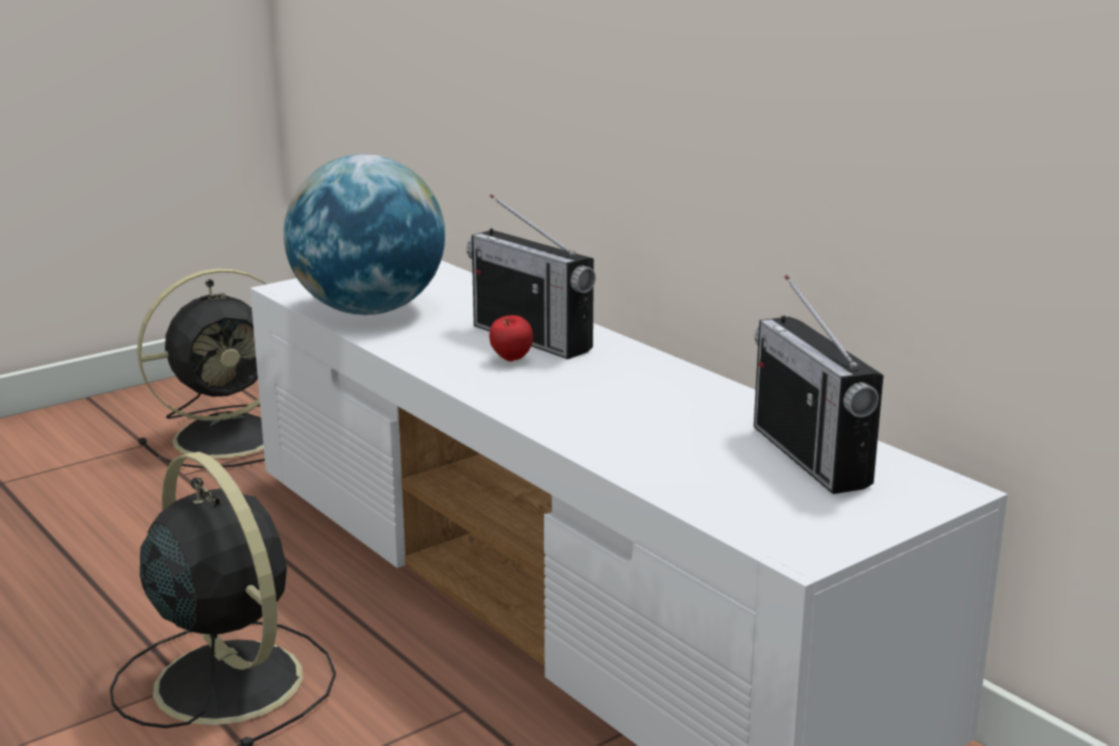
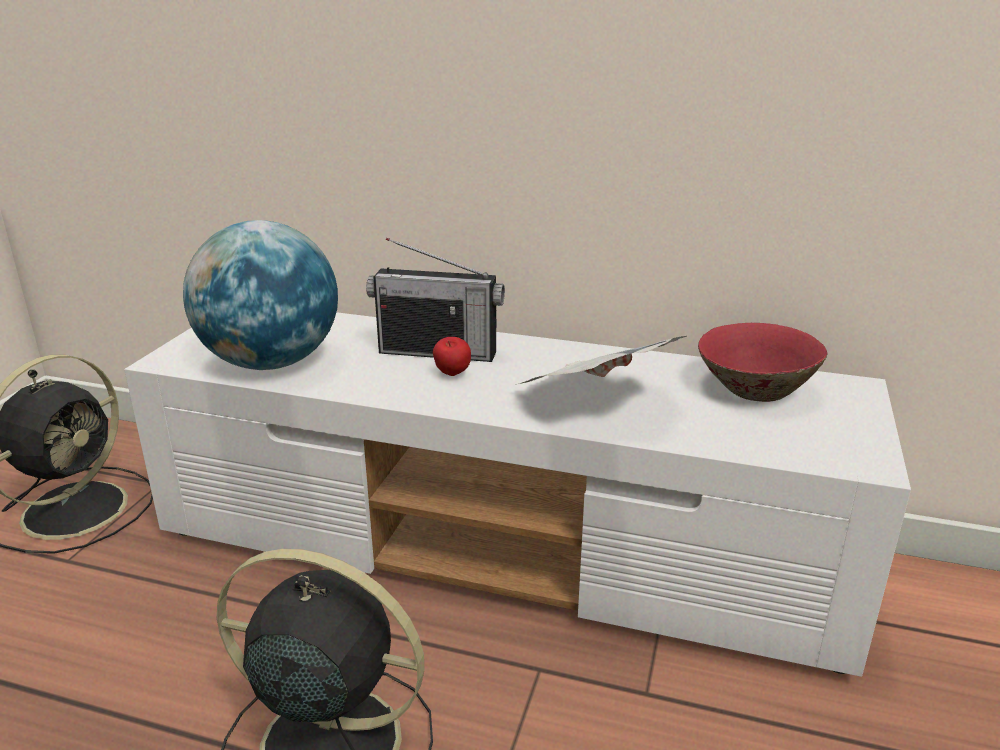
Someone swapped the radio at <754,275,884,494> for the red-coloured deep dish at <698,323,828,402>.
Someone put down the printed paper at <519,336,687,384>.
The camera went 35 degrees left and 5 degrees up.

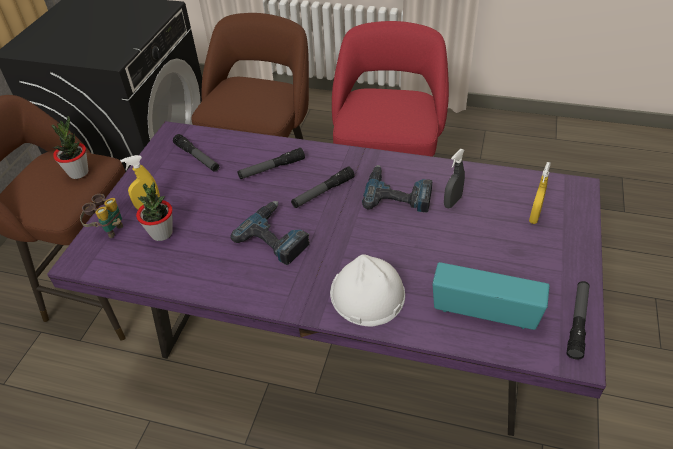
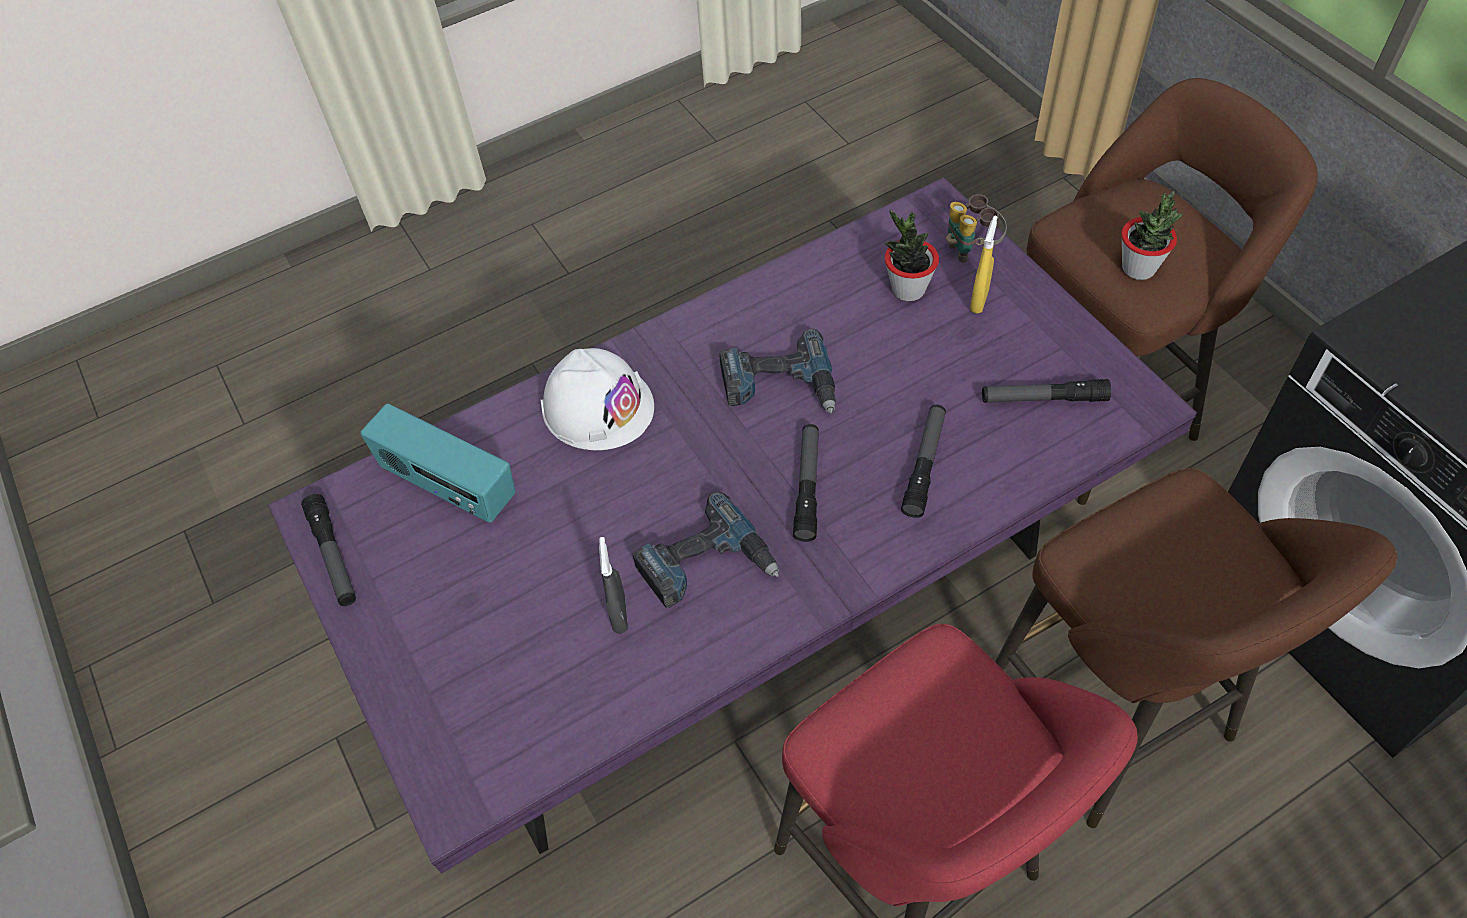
Someone rotated the radio at <432,262,550,330> by 60 degrees clockwise.
Someone took away the yellowish hand sprayer at <529,162,551,224>.
The camera went 135 degrees right and 10 degrees up.

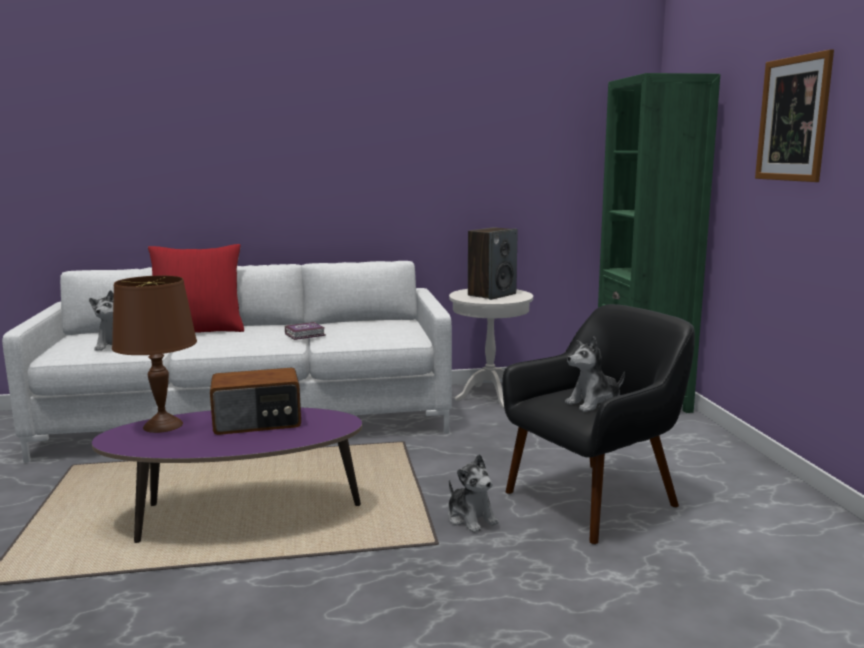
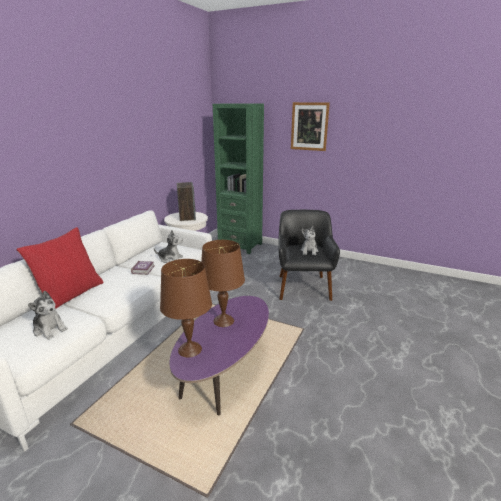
Someone swapped the radio at <210,368,301,435> for the brownish table lamp at <201,240,245,327>.
Someone carried the plush toy from <448,454,499,533> to <154,230,183,263>.
The camera went 55 degrees left and 10 degrees up.

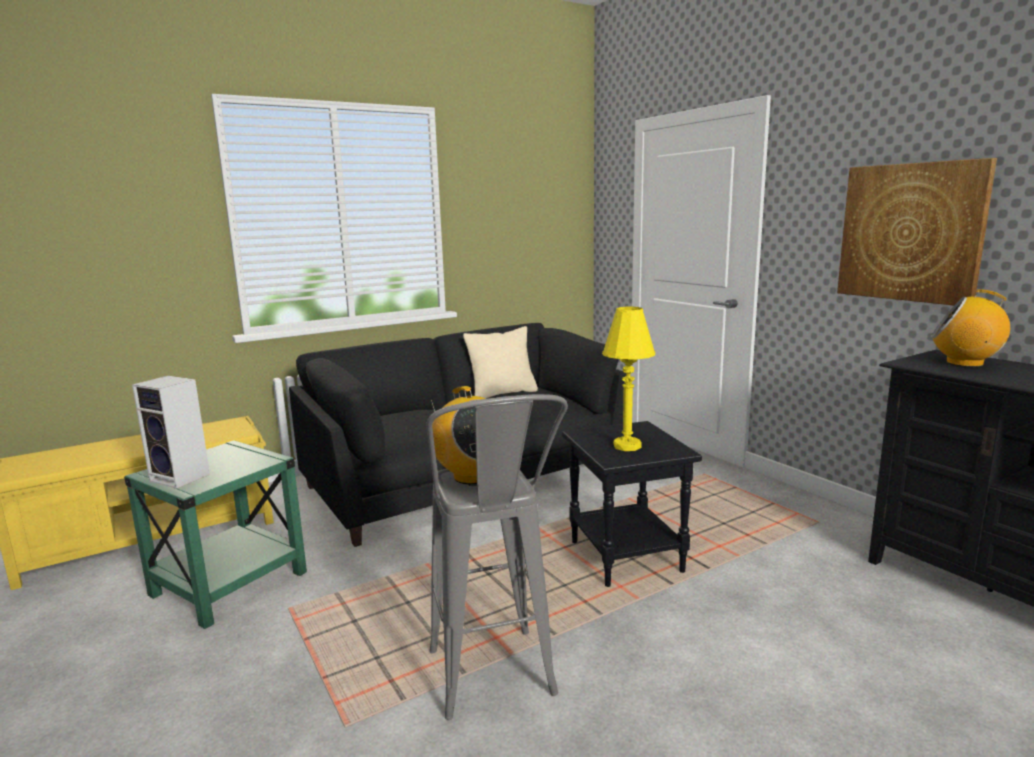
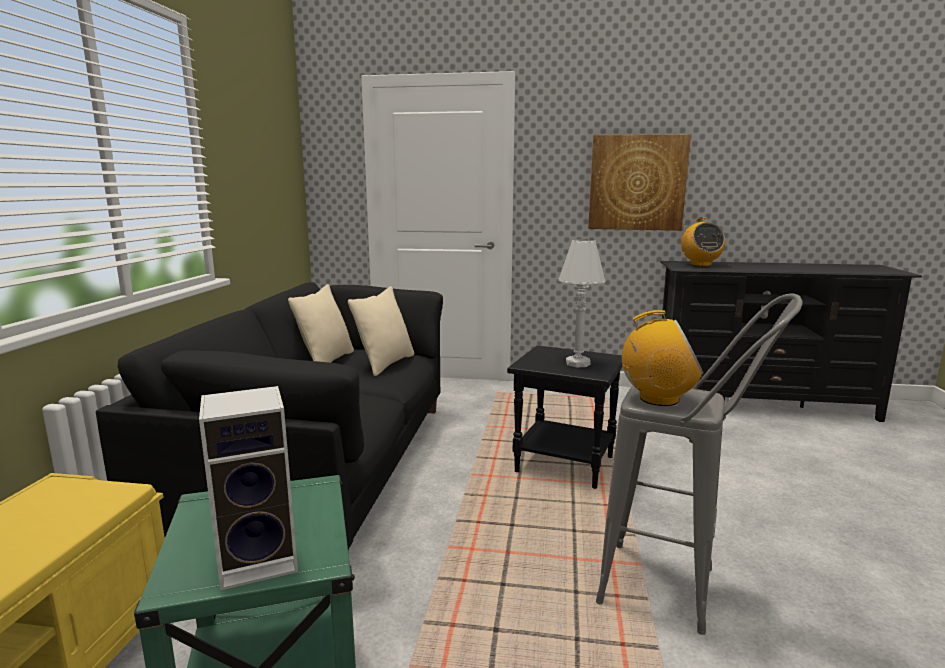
Someone repainted the yellowish table lamp at <602,307,655,451>, which became the whitish table lamp at <558,239,606,367>.
Someone rotated the radio at <931,290,1014,367> by 75 degrees counterclockwise.
Someone put down the beige-coloured throw pillow at <348,286,414,376>.
The camera went 50 degrees left and 0 degrees up.

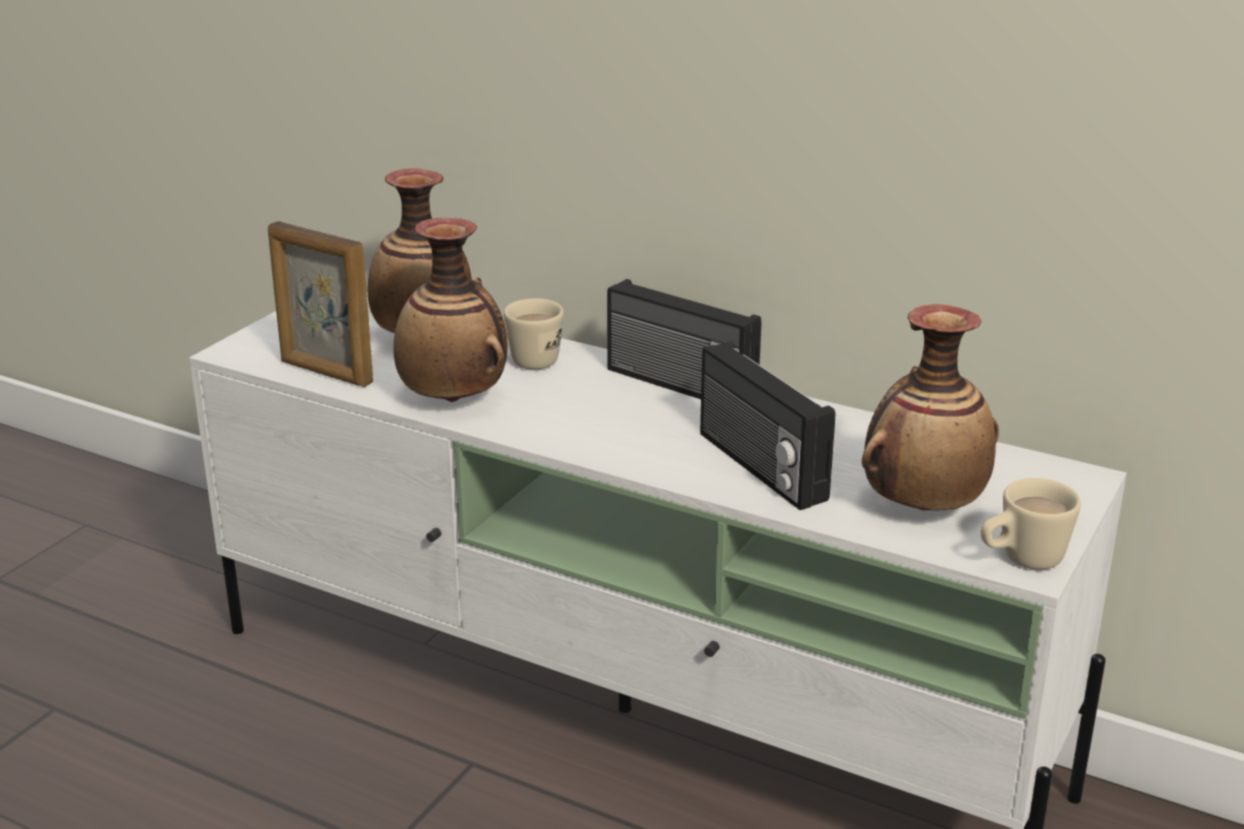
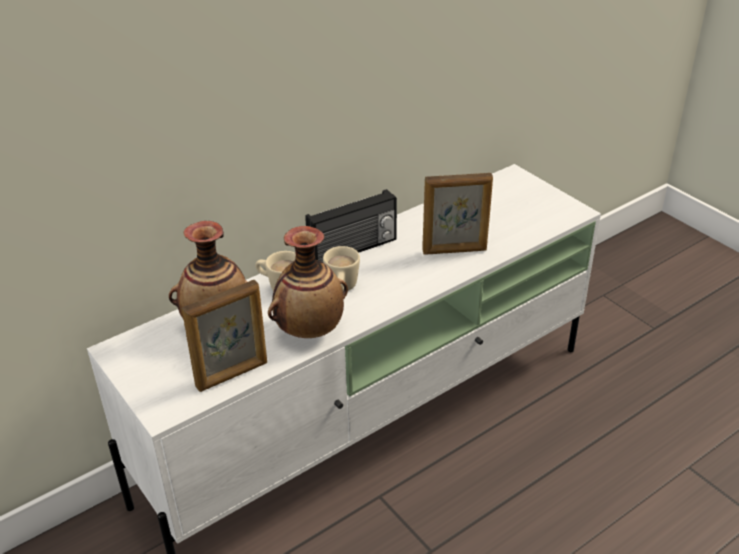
Someone swapped the radio at <700,341,835,510> for the standing frame at <422,173,493,255>.
Someone took away the decorative vase at <862,304,999,510>.
Someone carried the beige-coloured coffee mug from <981,478,1081,570> to <323,246,360,291>.
The camera went 65 degrees left and 10 degrees up.

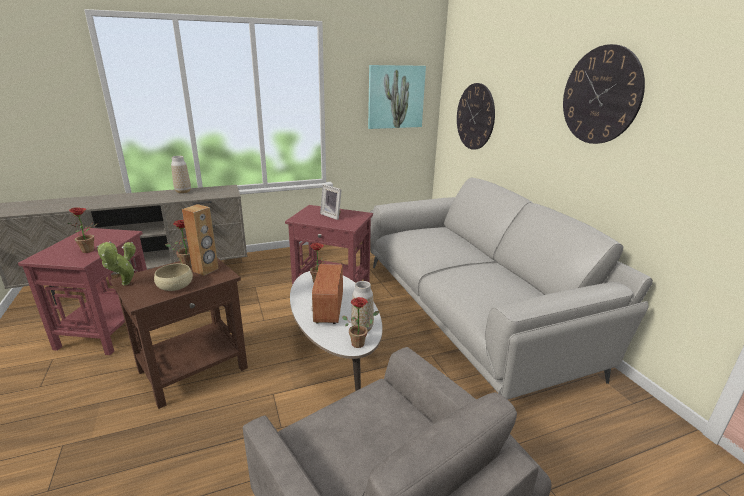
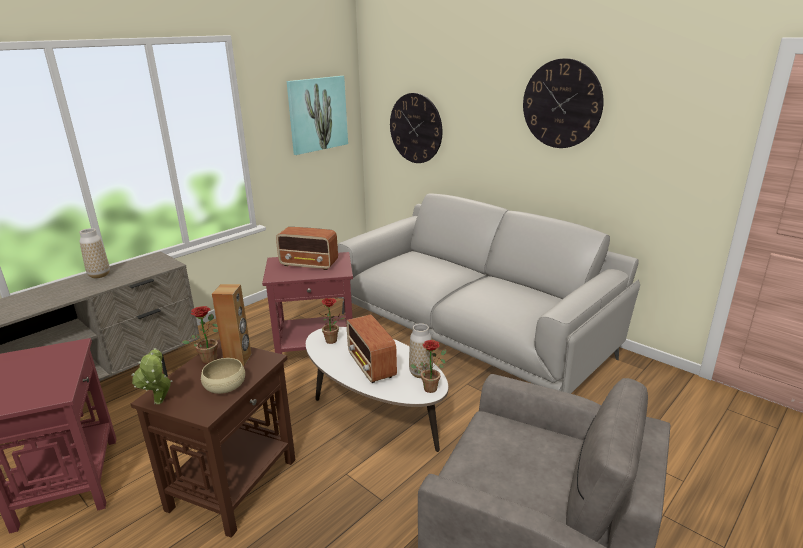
Someone took away the houseplant at <68,207,98,253>.
Someone swapped the standing frame at <320,184,342,220> for the radio at <276,227,338,270>.
The camera went 25 degrees left and 0 degrees up.

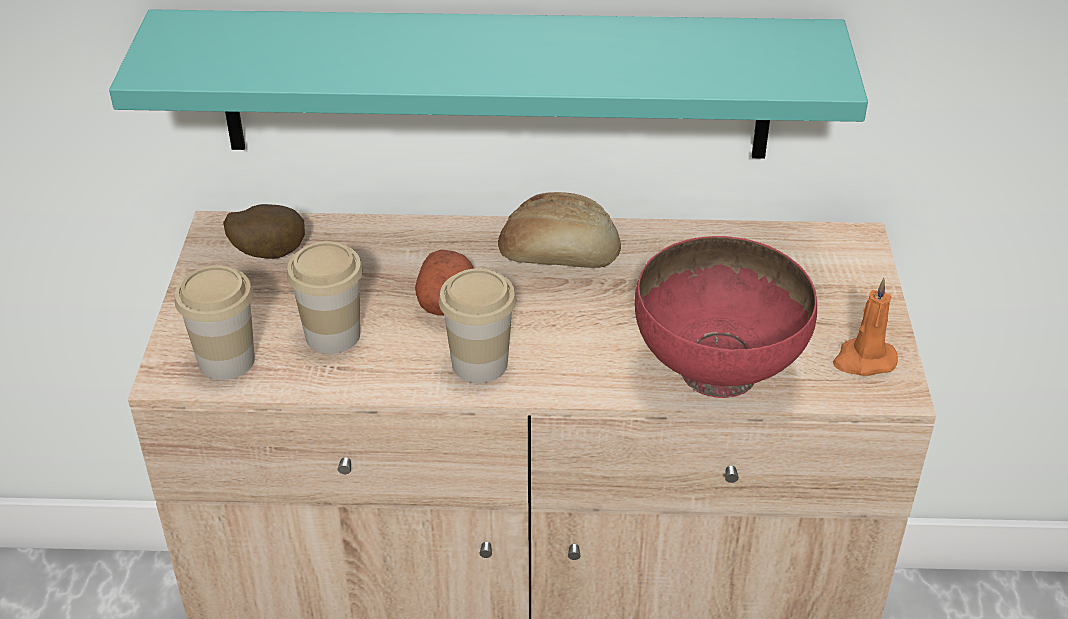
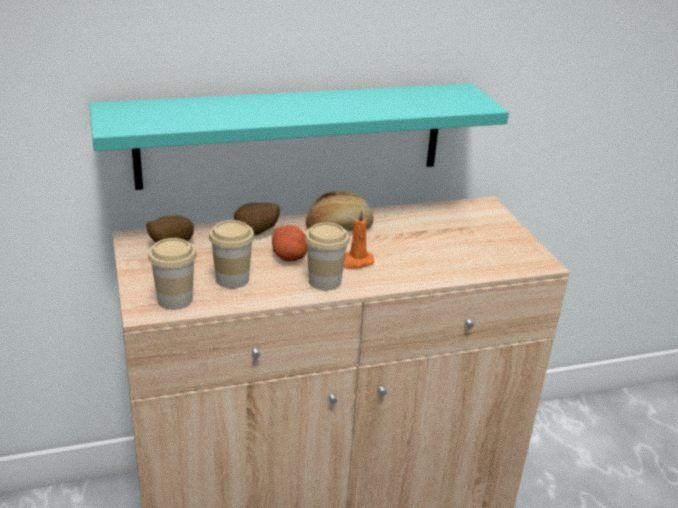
Someone took away the red-coloured deep dish at <635,236,817,398>.
Someone carried the orangey wax light from <833,278,898,376> to <343,209,374,269>.
Someone put down the potato at <234,203,280,235>.
The camera went 20 degrees left and 10 degrees down.

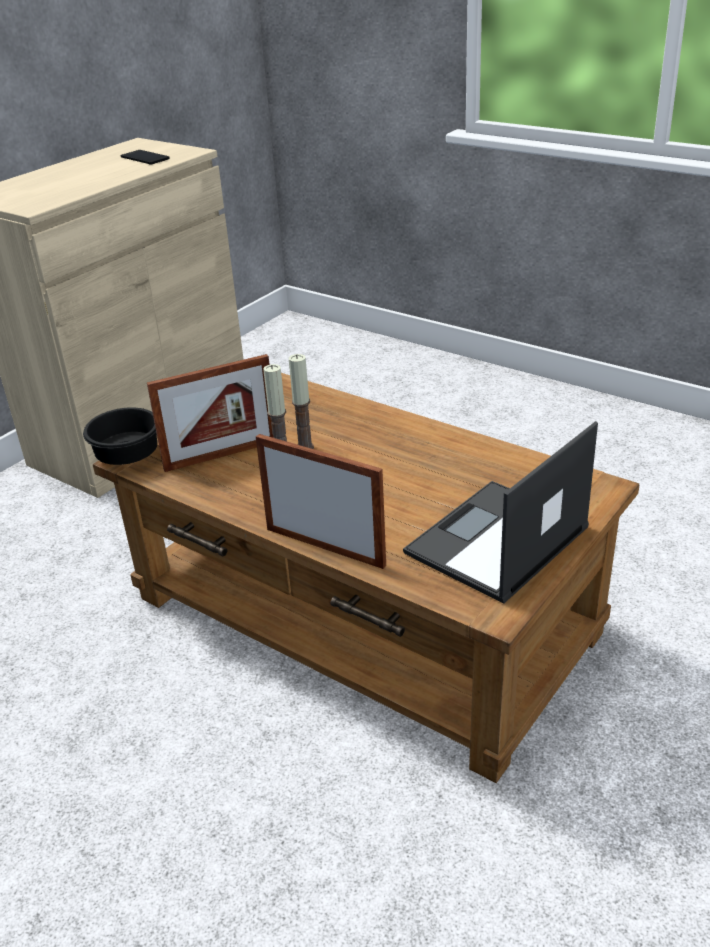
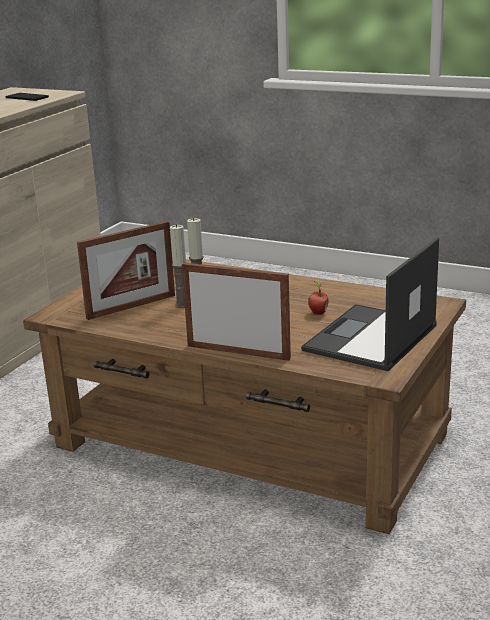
Someone took away the blackish deep dish at <83,407,157,465>.
Someone put down the apple at <308,281,329,315>.
The camera went 10 degrees left and 10 degrees down.

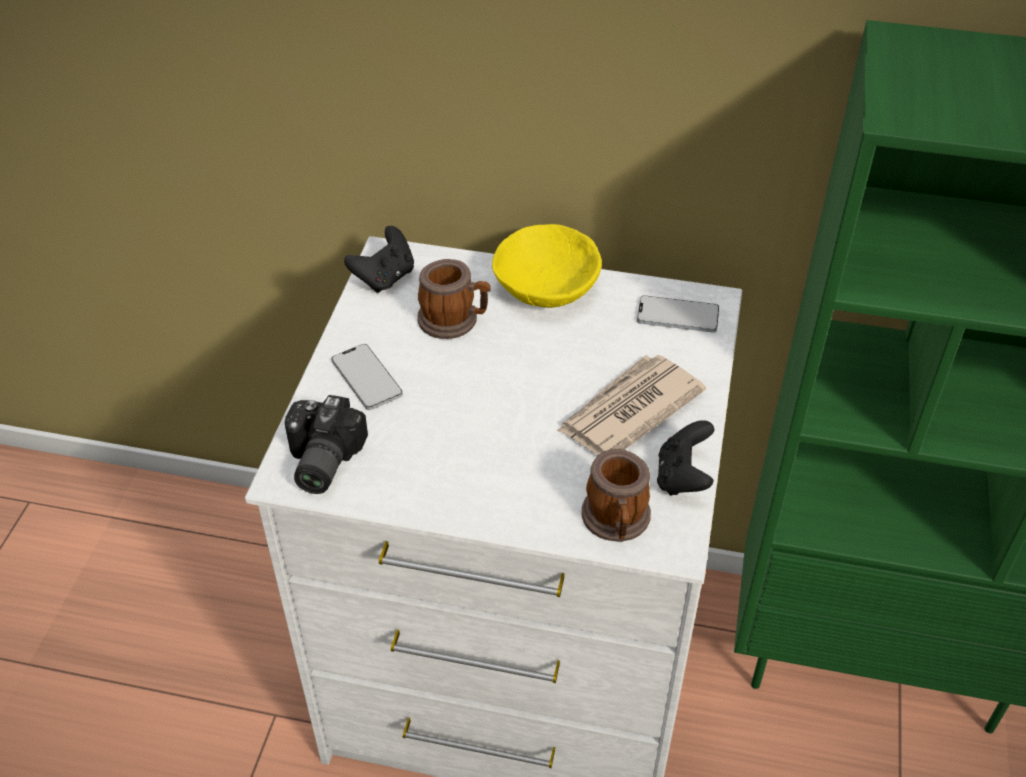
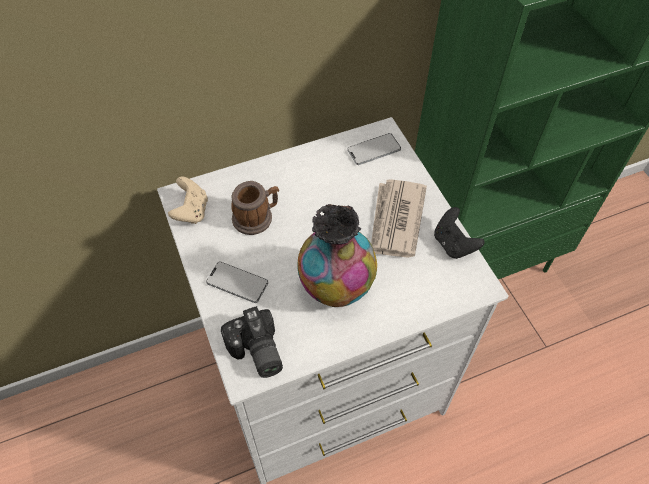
Someone repainted the blackish joypad at <344,226,414,293>, which became the beige-coloured joypad at <168,177,208,224>.
Someone took away the yellowish deep dish at <492,224,602,308>.
Someone took away the coffee mug at <582,449,651,542>.
Someone put down the decorative vase at <297,204,377,310>.
The camera went 35 degrees left and 10 degrees up.

